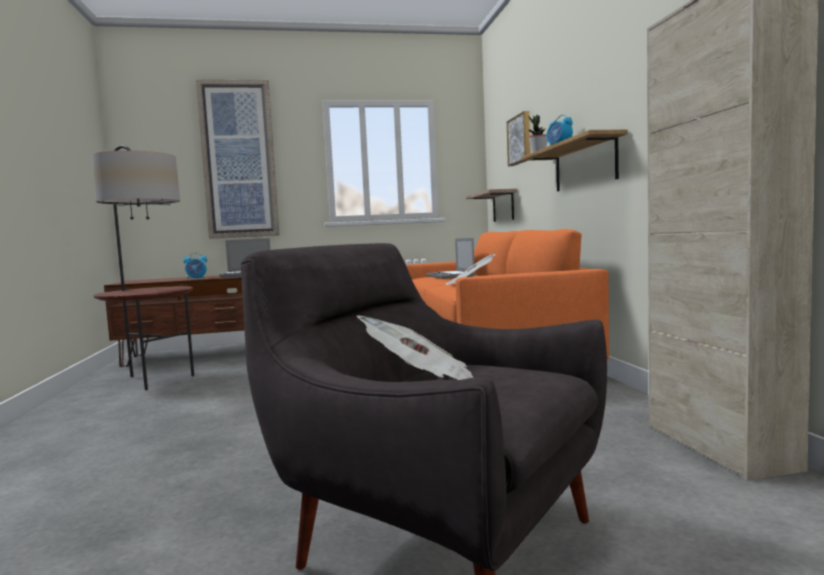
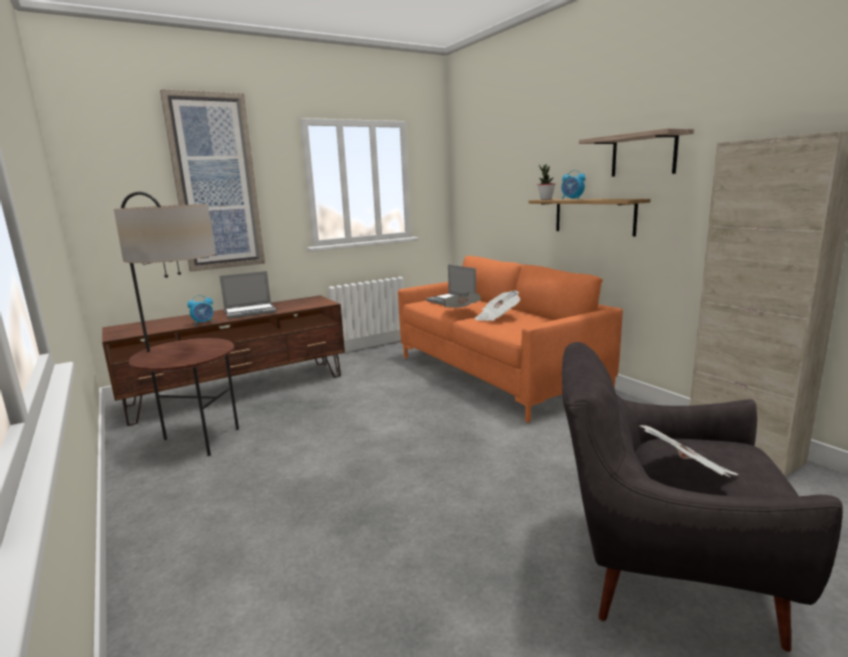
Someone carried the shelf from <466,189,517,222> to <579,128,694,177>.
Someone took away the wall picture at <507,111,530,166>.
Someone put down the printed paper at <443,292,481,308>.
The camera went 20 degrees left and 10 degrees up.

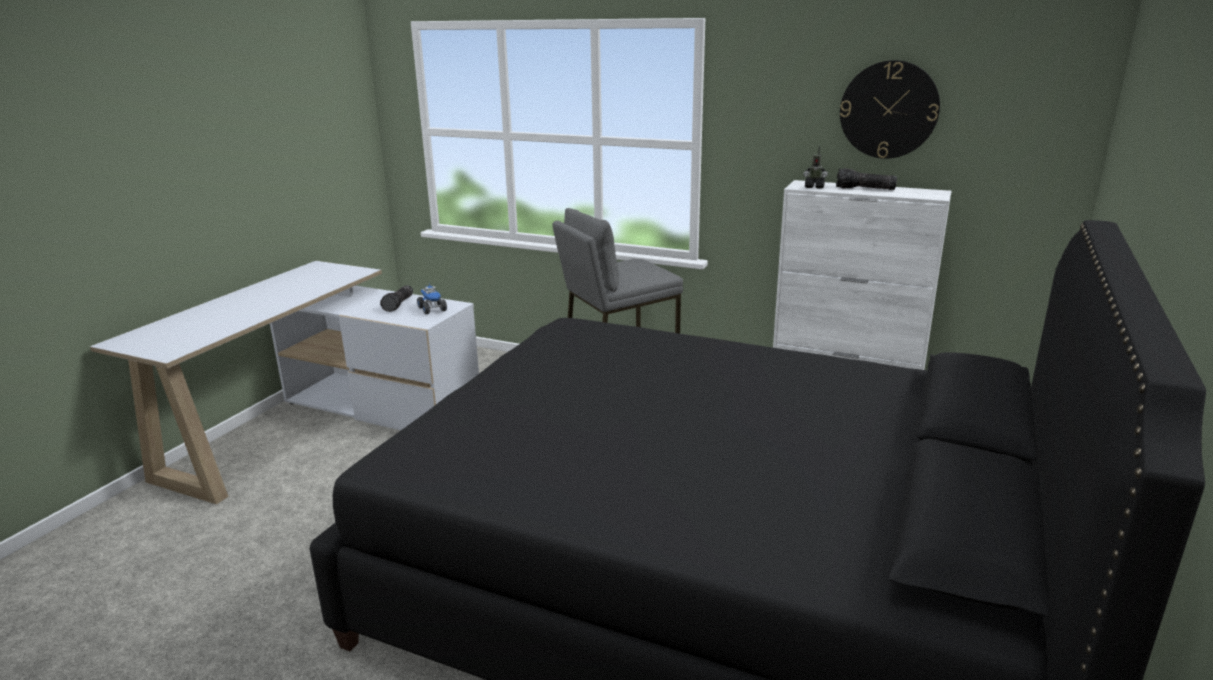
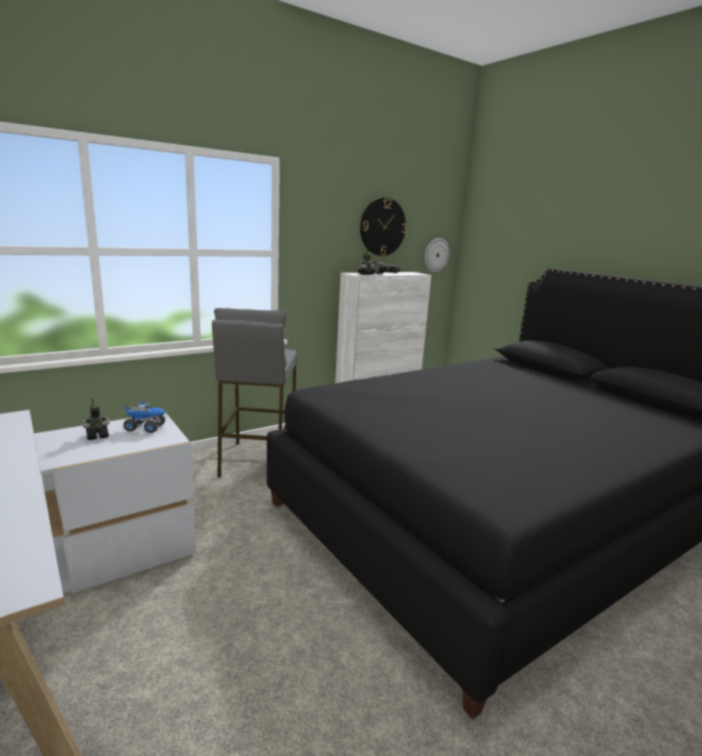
Someone swapped the torch at <380,285,413,312> for the robot figure at <82,398,110,440>.
Someone put up the hanging clock at <425,238,450,272>.
The camera went 60 degrees left and 5 degrees down.

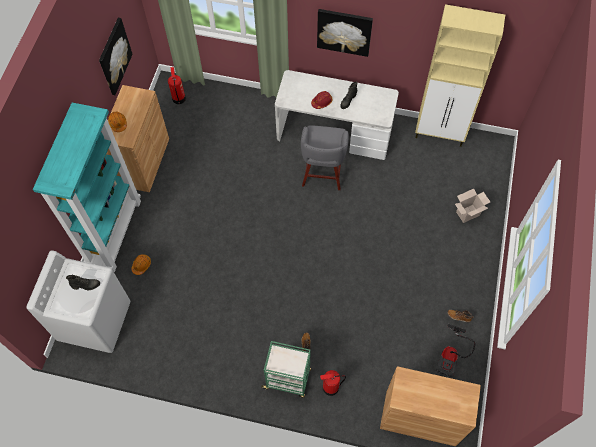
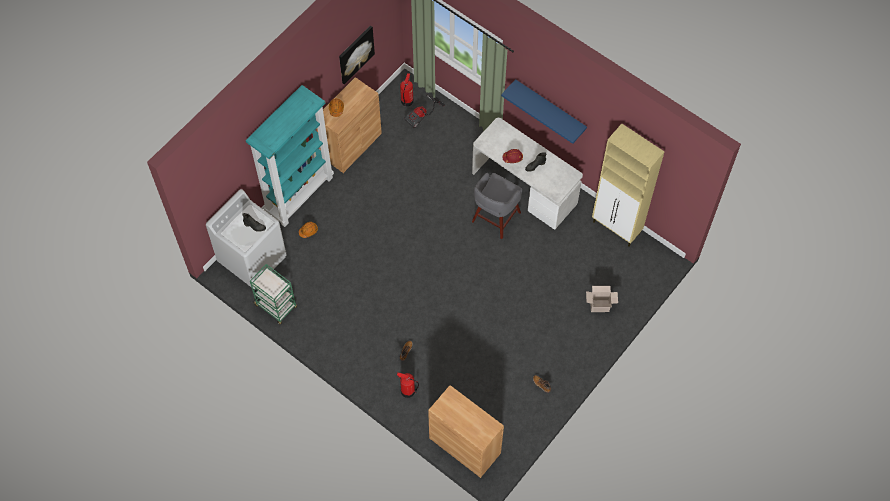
Someone carried the greenish cart from <261,341,311,398> to <250,264,297,324>.
Someone swapped the wall picture at <317,9,373,57> for the blue-coloured shelf at <501,79,587,144>.
Someone carried the vacuum from <436,324,476,377> to <404,94,445,128>.
The camera went 25 degrees right and 0 degrees up.

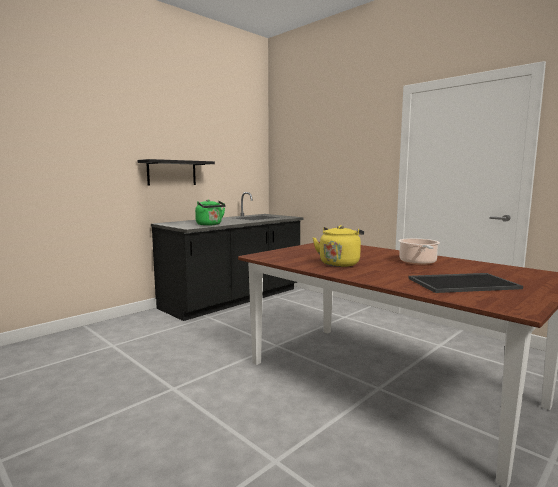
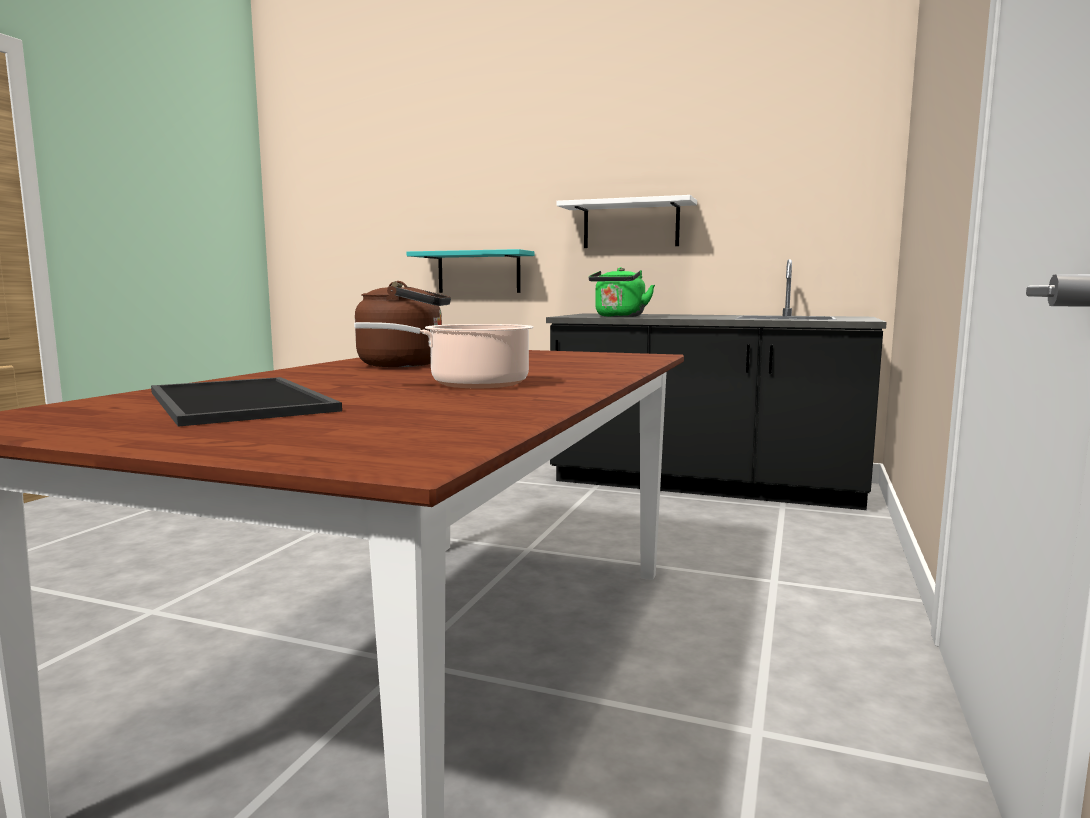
Someone repainted the blackish shelf at <137,159,215,186>, which became the whitish shelf at <556,195,697,248>.
Someone repainted the yellowish water kettle at <313,225,364,267>, which became the brownish water kettle at <355,281,451,367>.
Someone put up the blue-green shelf at <407,249,534,293>.
The camera went 65 degrees right and 0 degrees up.

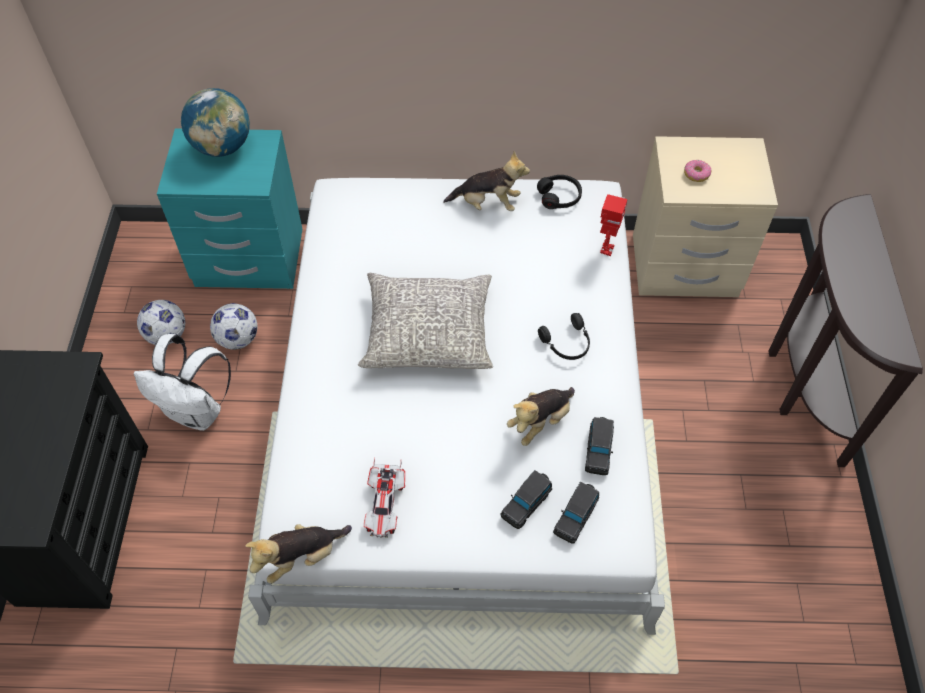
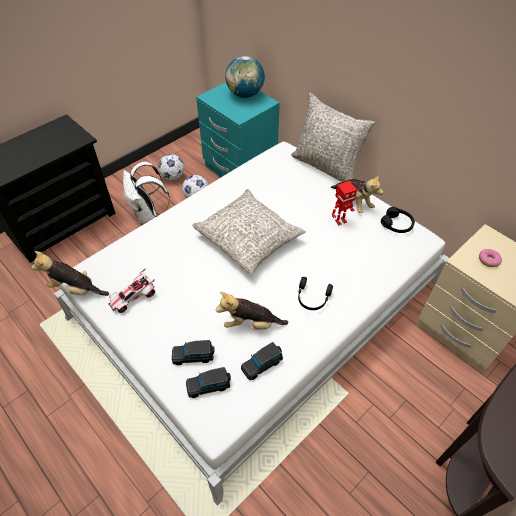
Someone carried the robot figure from <600,194,628,256> to <332,181,357,226>.
Someone put down the gray throw pillow at <291,93,375,182>.
The camera went 45 degrees right and 5 degrees down.

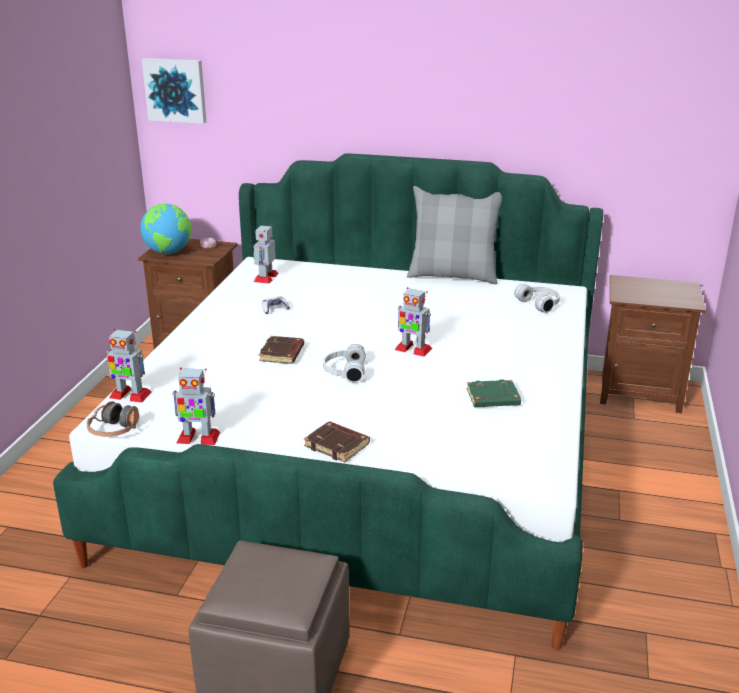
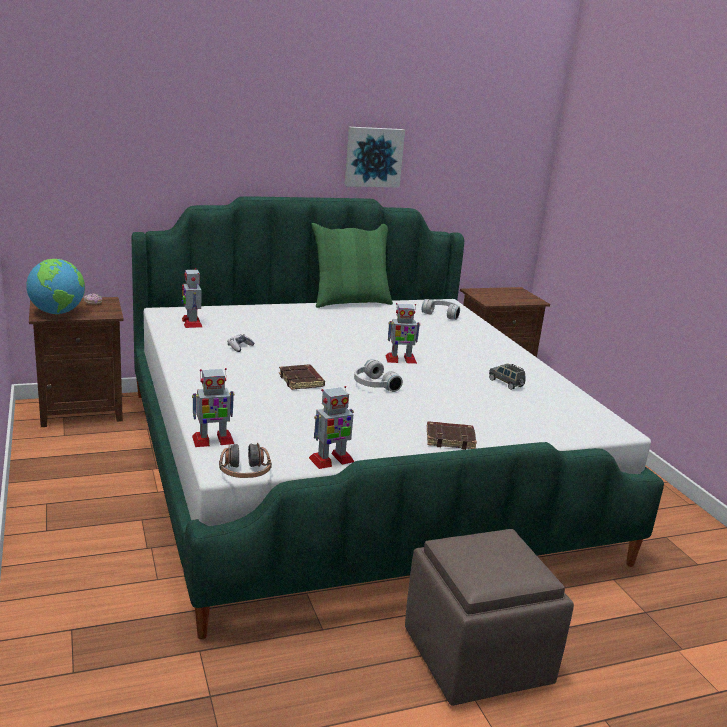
Someone carried the wall picture from <142,58,206,124> to <345,127,405,188>.
Someone repainted the gray throw pillow at <407,186,502,284>, which became the greenish throw pillow at <311,223,393,308>.
Someone swapped the greenish volume at <467,379,521,407> for the gray miniature car at <489,364,526,390>.
The camera went 35 degrees left and 5 degrees down.

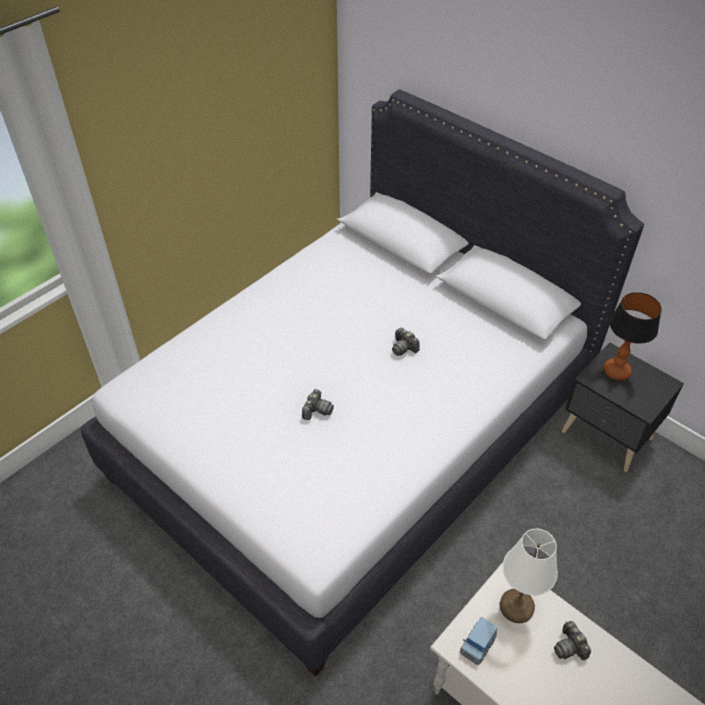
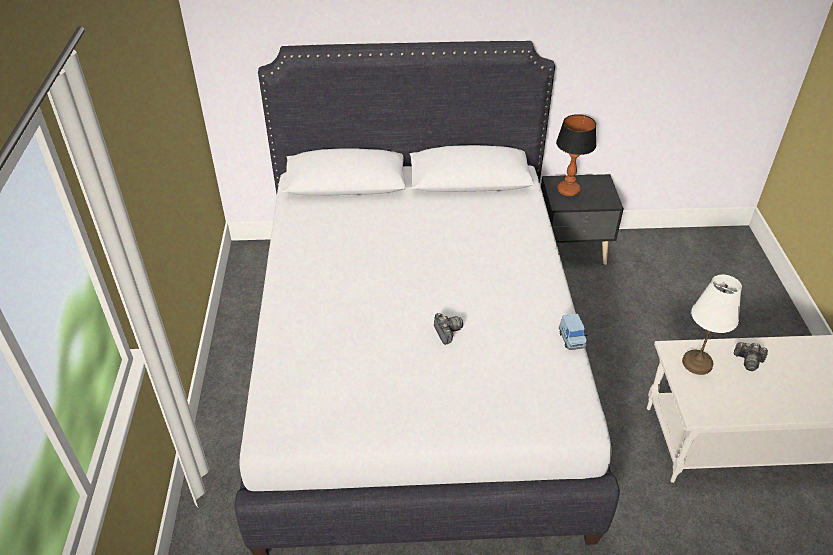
Someone took away the photo camera at <392,328,420,356>.
Someone carried the blue-coloured miniature car from <460,617,497,665> to <559,314,588,350>.
The camera went 45 degrees left and 5 degrees down.

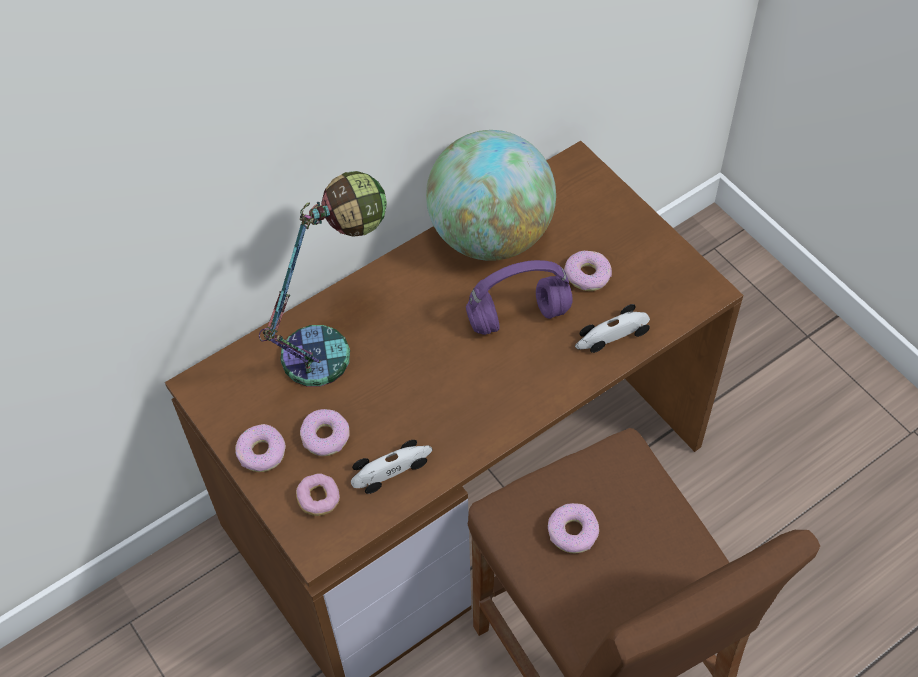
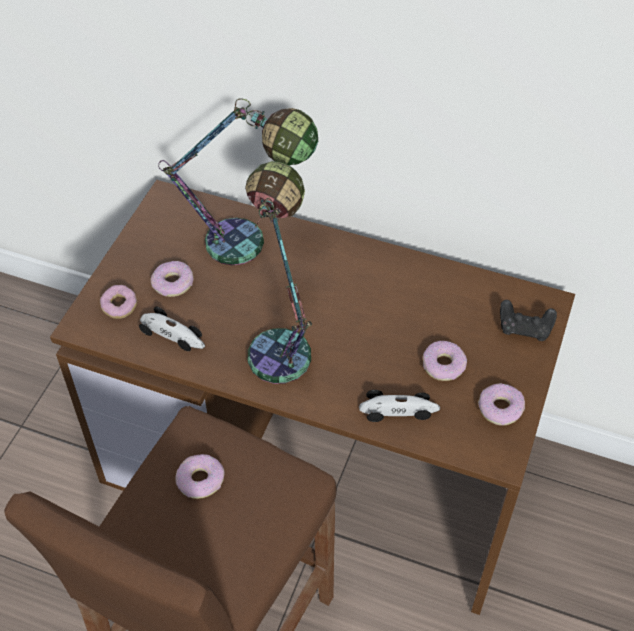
Someone carried the ring doughnut from <235,424,286,472> to <478,383,525,425>.
Someone took away the desk globe at <426,130,556,261>.
Someone took away the purple headset at <466,260,572,335>.
Someone rotated the miniature car at <575,304,650,353> by 150 degrees clockwise.
Someone put down the table lamp at <245,161,312,384>.
Someone put down the blackish joypad at <500,300,557,341>.
The camera went 55 degrees right and 5 degrees down.

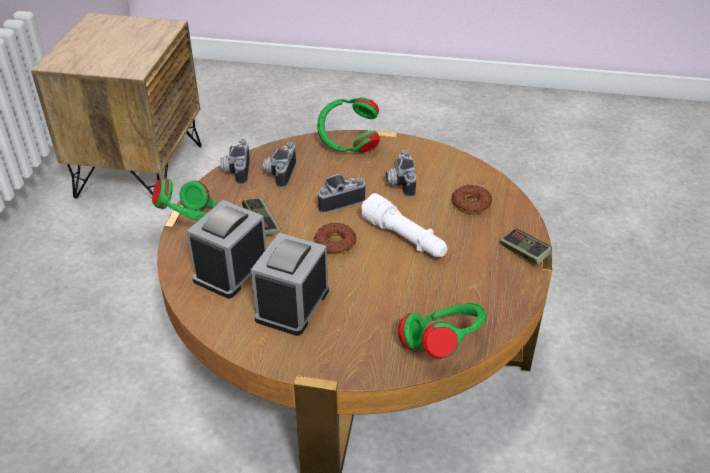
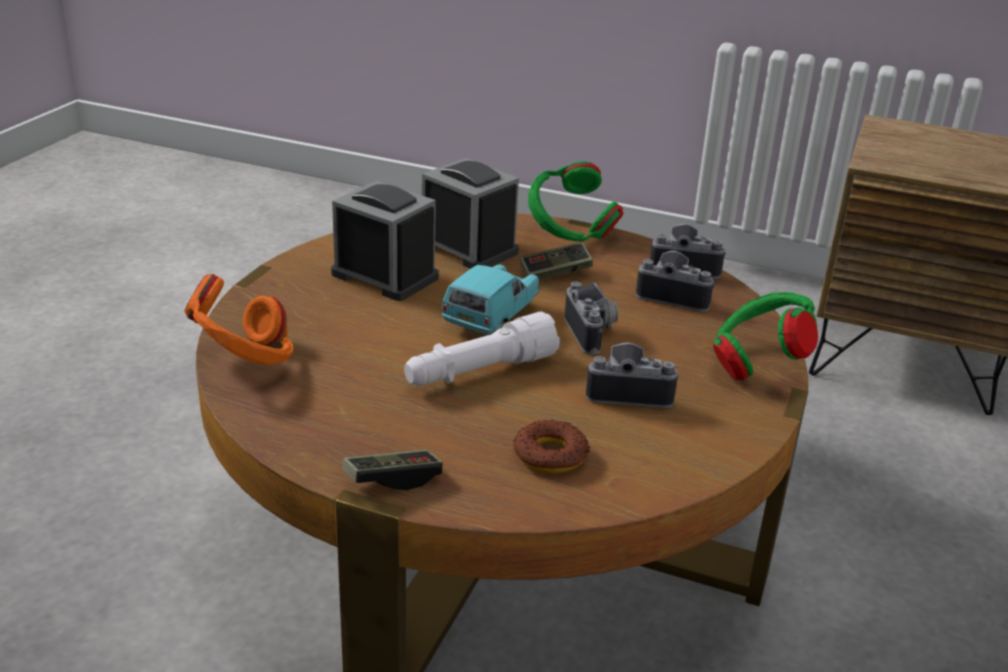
Someone swapped the ring doughnut at <314,223,356,254> for the blue-green miniature car at <442,265,540,335>.
Someone repainted the greenish headset at <398,303,487,359>, which became the orangey headset at <185,274,293,365>.
The camera went 100 degrees right and 10 degrees down.

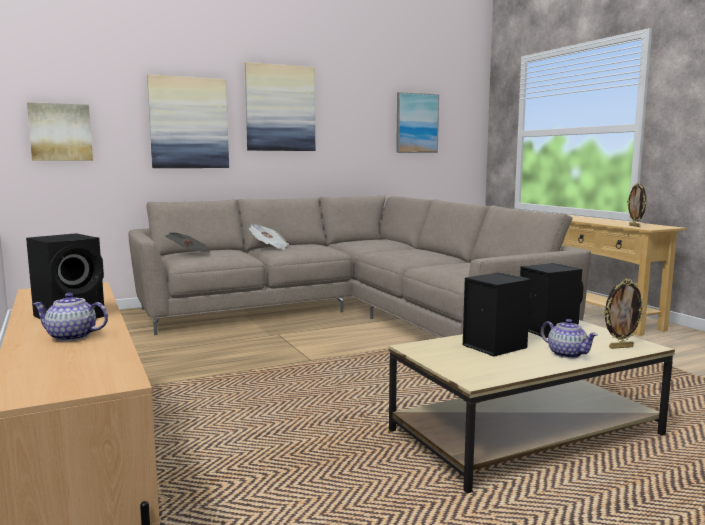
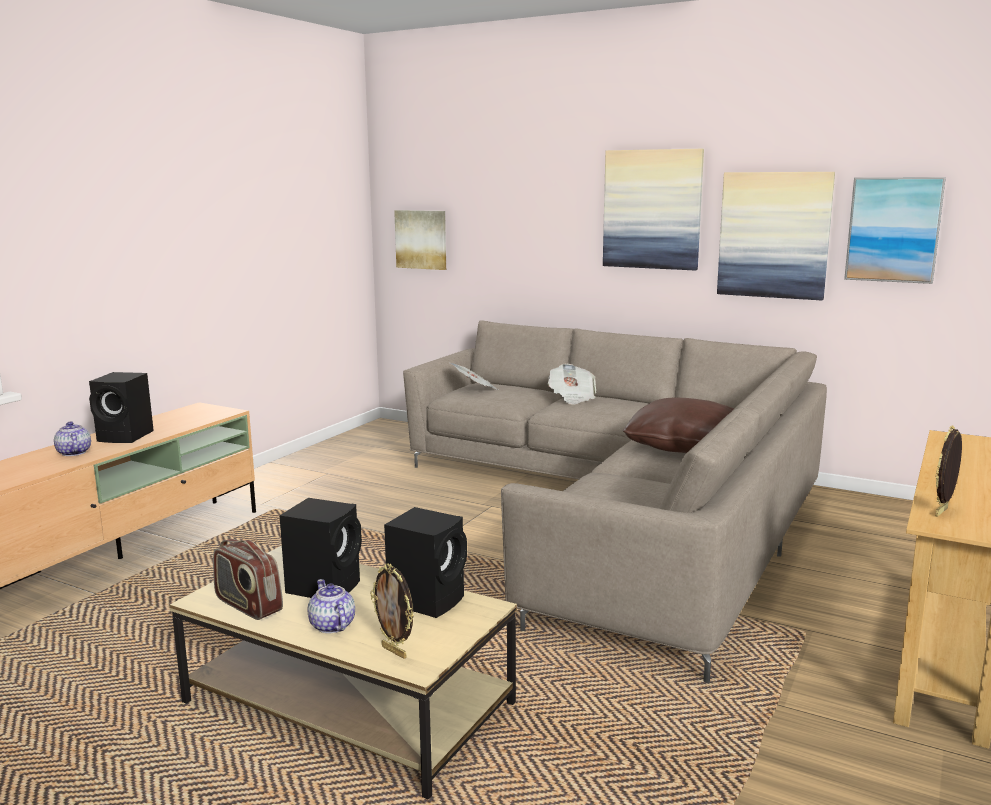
Someone carried the wall picture from <147,75,229,168> to <717,172,835,300>.
Someone rotated the tea pot at <541,319,598,359> by 135 degrees clockwise.
Someone put down the radio at <213,539,283,620>.
Someone put down the brownish throw pillow at <623,398,734,453>.
The camera went 55 degrees right and 5 degrees up.

